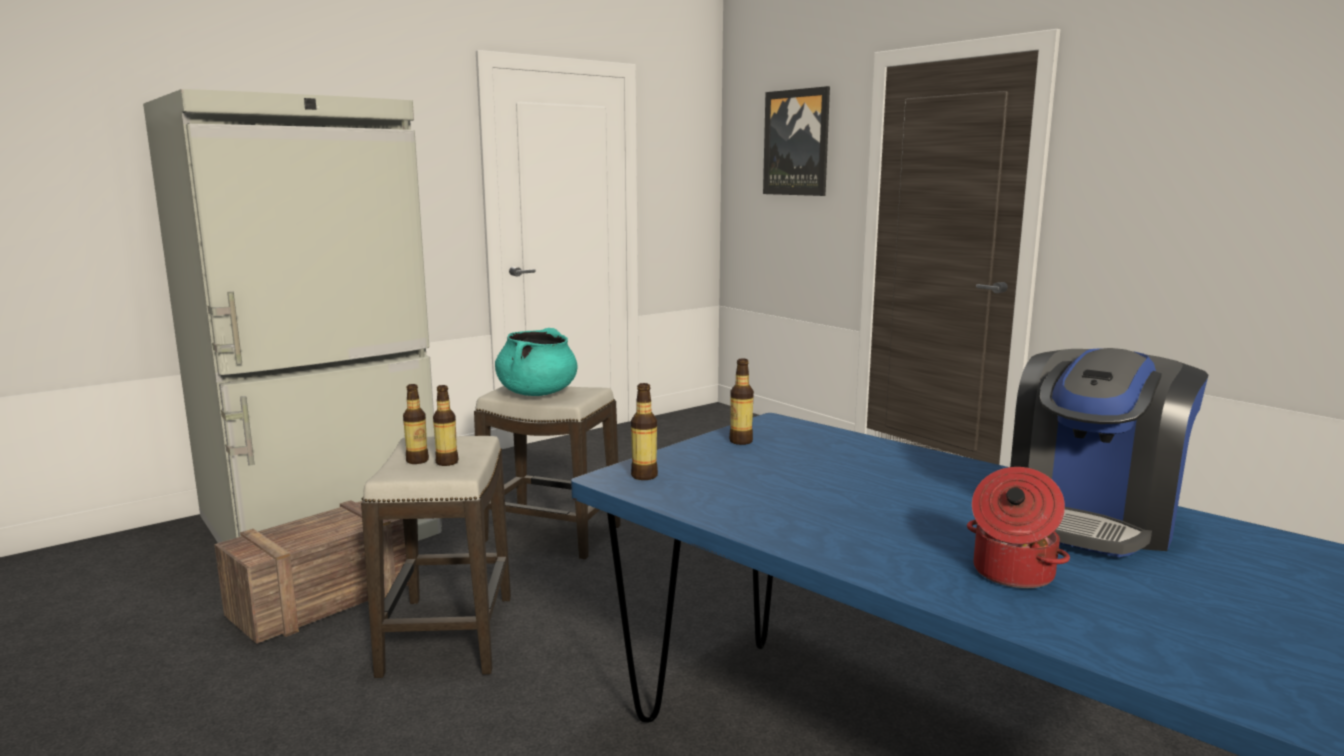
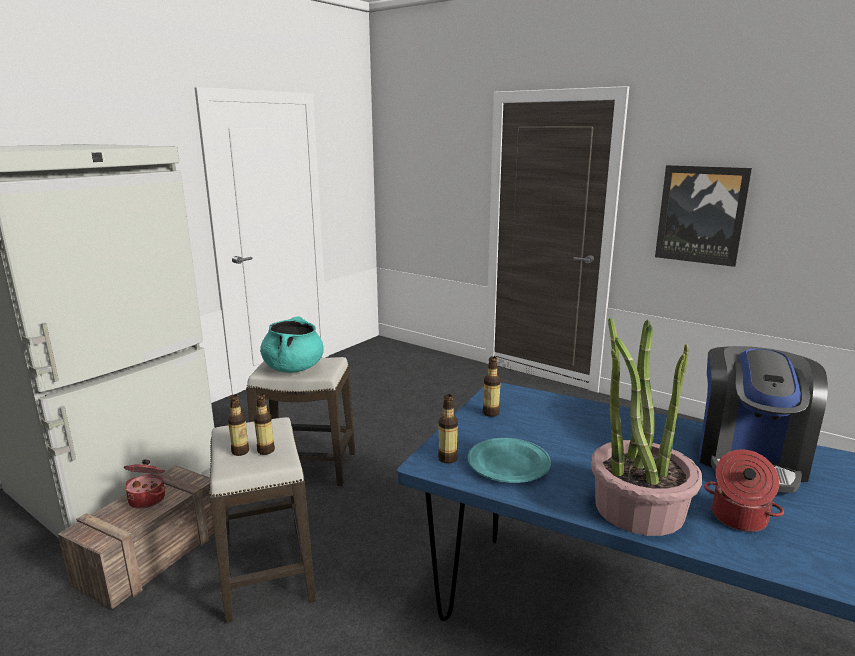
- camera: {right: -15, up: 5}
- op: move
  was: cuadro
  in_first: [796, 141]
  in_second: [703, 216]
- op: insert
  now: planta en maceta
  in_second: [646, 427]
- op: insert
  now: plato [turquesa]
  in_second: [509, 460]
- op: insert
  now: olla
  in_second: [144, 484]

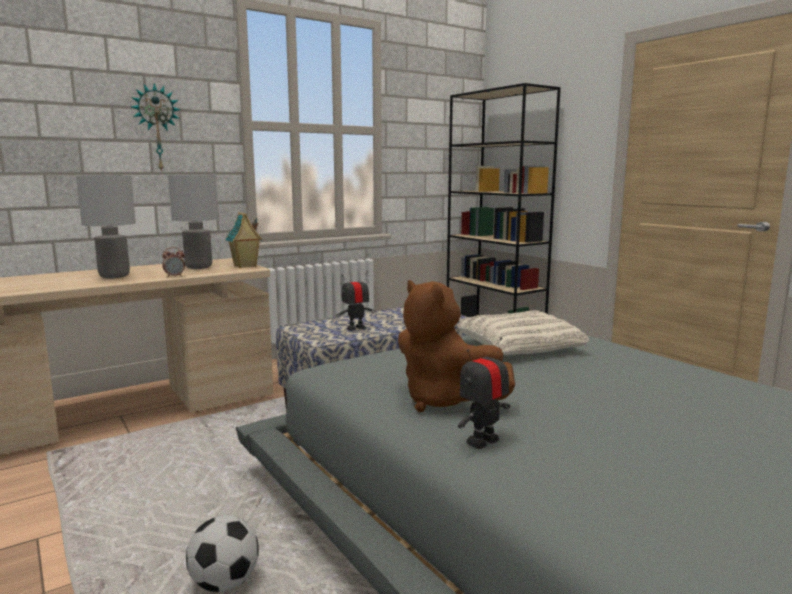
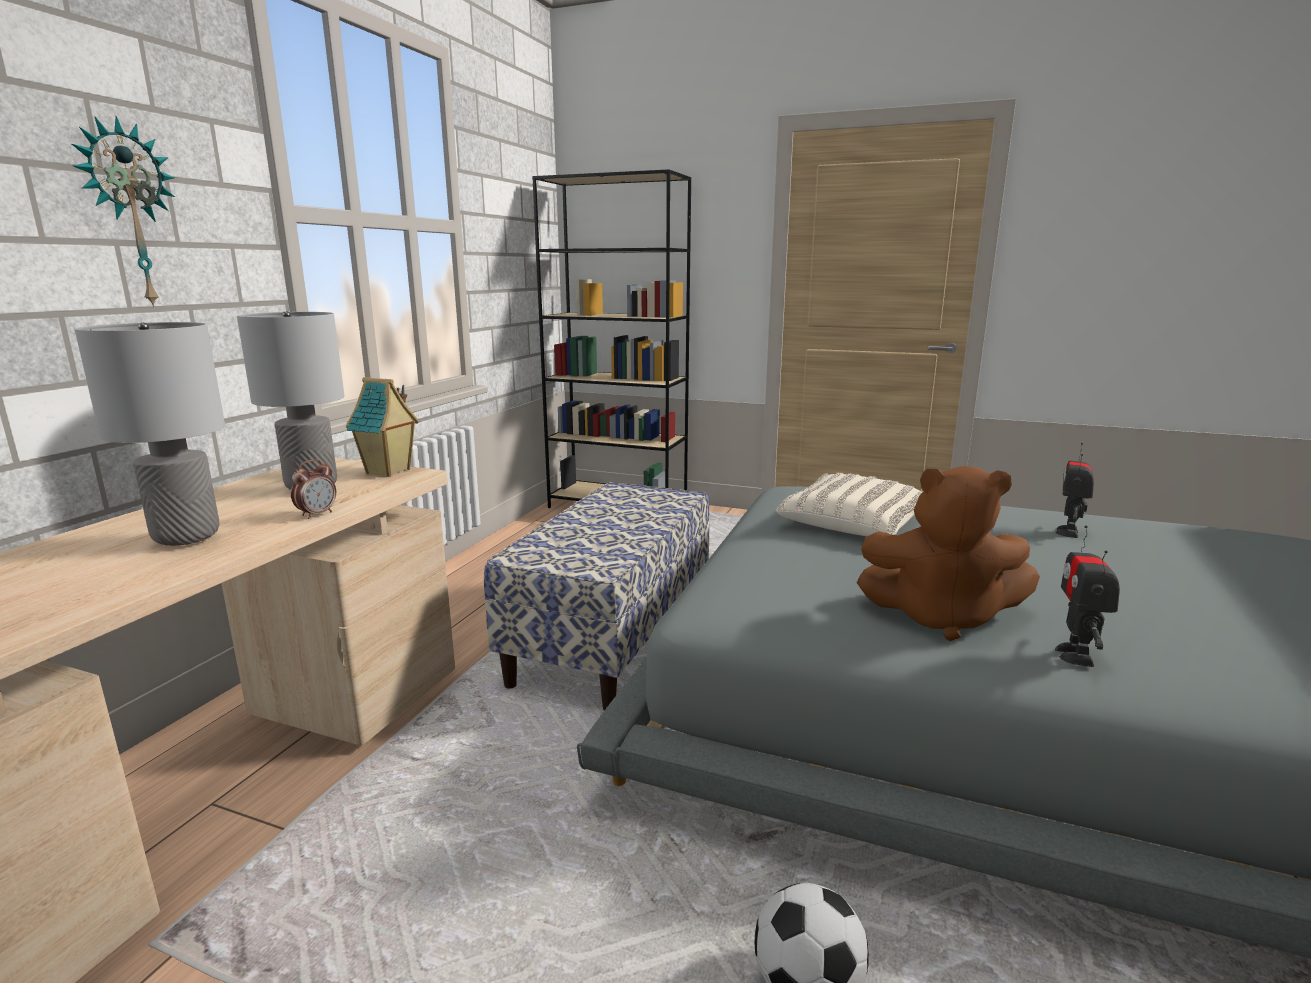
- camera: {right: -35, up: 5}
- op: move
  was: robot de juguete
  in_first: [356, 301]
  in_second: [1075, 490]

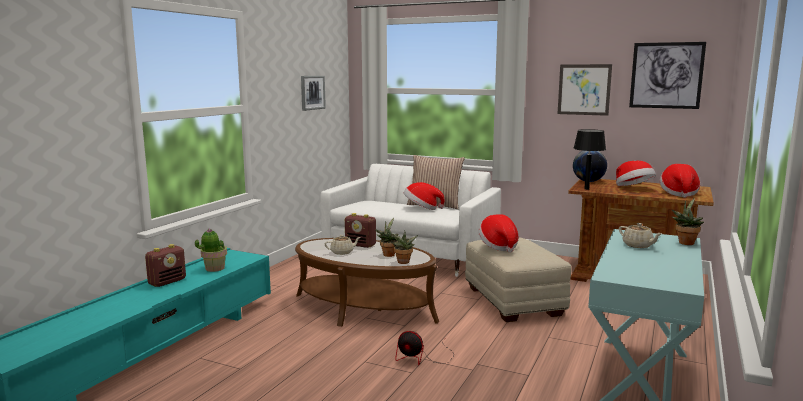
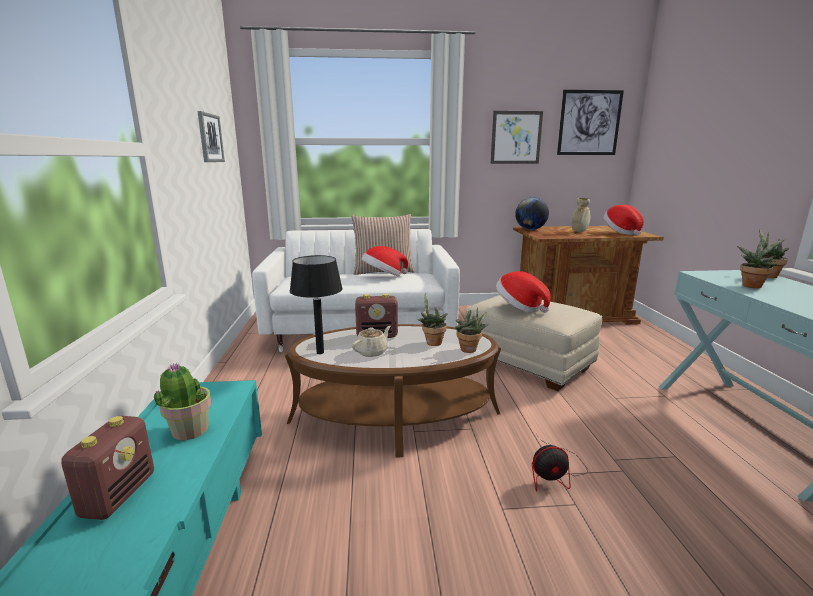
- camera: {right: -30, up: 5}
- op: move
  was: lámpara de mesa [negro]
  in_first: [589, 159]
  in_second: [316, 304]
- op: replace
  was: sombrero
  now: florero [beis]
  in_first: [636, 173]
  in_second: [581, 215]
- op: replace
  was: tetera [beis]
  now: planta en maceta
  in_first: [641, 235]
  in_second: [761, 263]

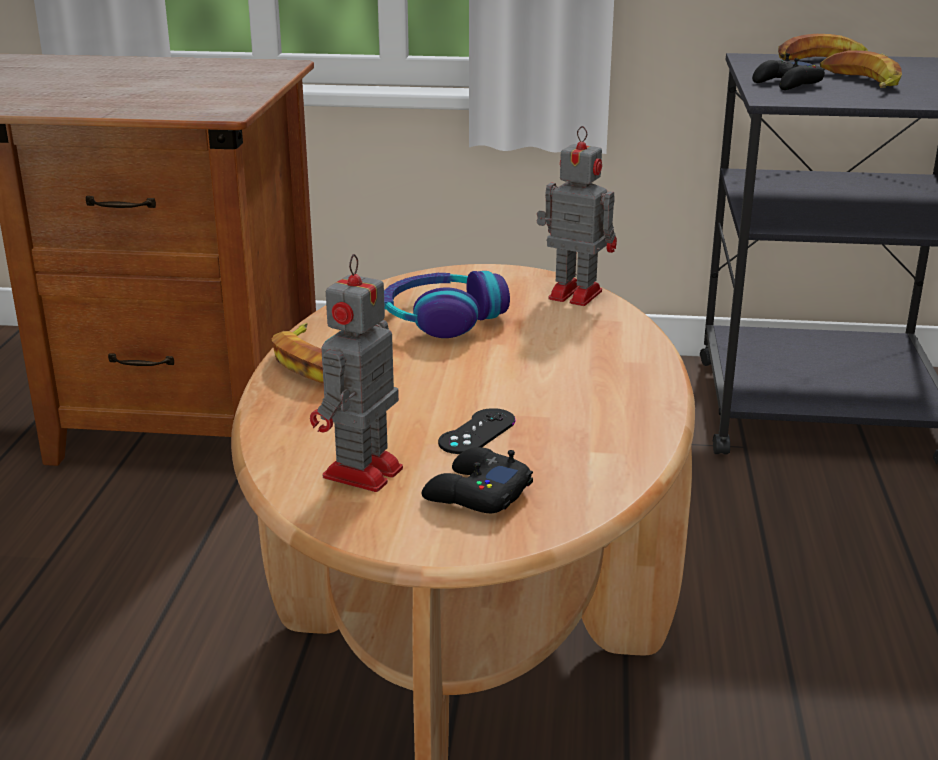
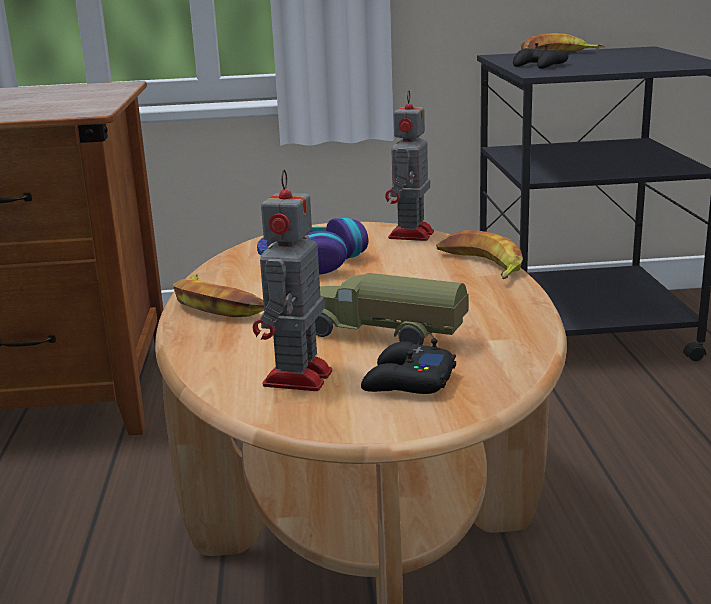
- camera: {right: -10, up: -5}
- op: move
  was: plátano
  in_first: [861, 69]
  in_second: [479, 254]
- op: rotate
  was: robot de juguete
  in_first: [577, 216]
  in_second: [409, 165]
  clockwise: -90
- op: replace
  was: mando de consola [negro]
  now: camión de juguete
  in_first: [477, 431]
  in_second: [391, 309]

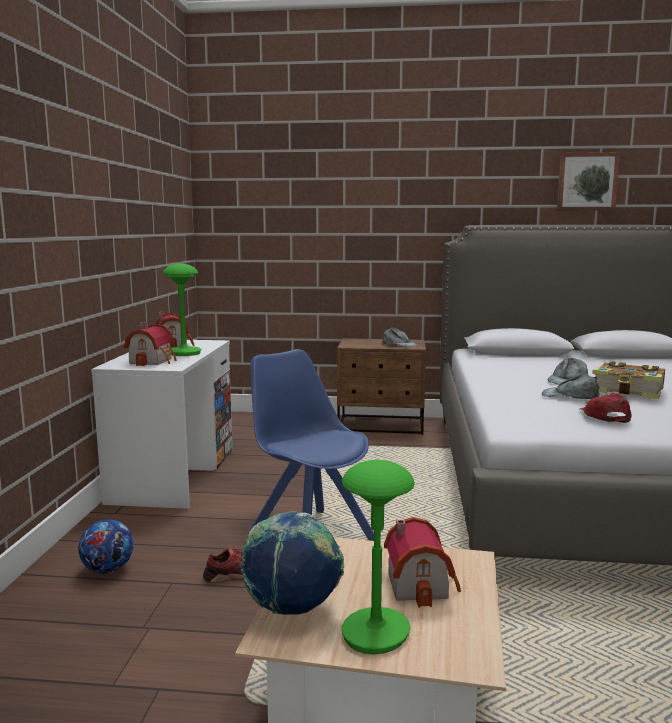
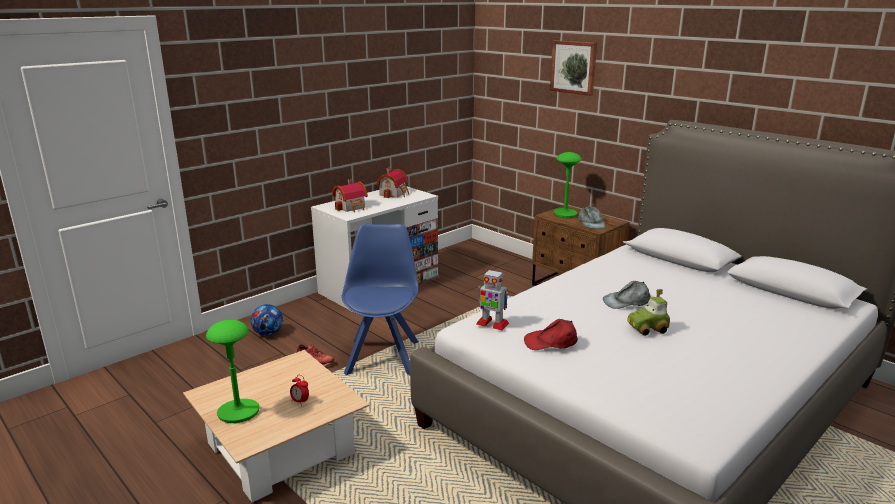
- camera: {right: 40, up: 10}
- op: move
  was: cuadro
  in_first: [588, 181]
  in_second: [573, 68]
- op: move
  was: lámpara de mesa [verde]
  in_first: [181, 310]
  in_second: [568, 185]
- op: replace
  was: libro
  now: coche de juguete
  in_first: [628, 380]
  in_second: [648, 312]
- op: delete
  was: gorra [gris]
  in_first: [571, 386]
- op: rotate
  was: gorra [rojo]
  in_first: [606, 408]
  in_second: [551, 334]
  clockwise: -135
- op: delete
  was: globo terráqueo
  in_first: [292, 563]
- op: replace
  was: casita
  now: despertador
  in_first: [422, 562]
  in_second: [299, 390]
- op: insert
  now: robot de juguete
  in_second: [492, 300]

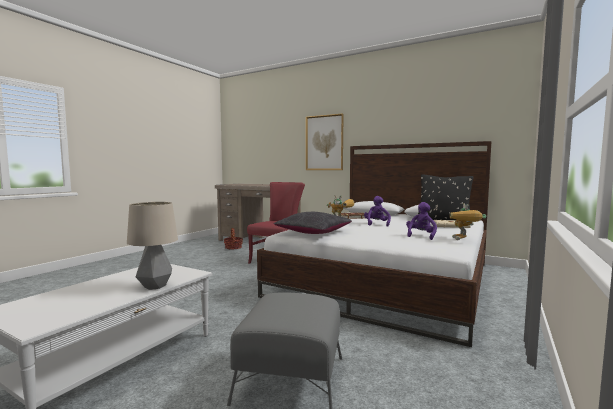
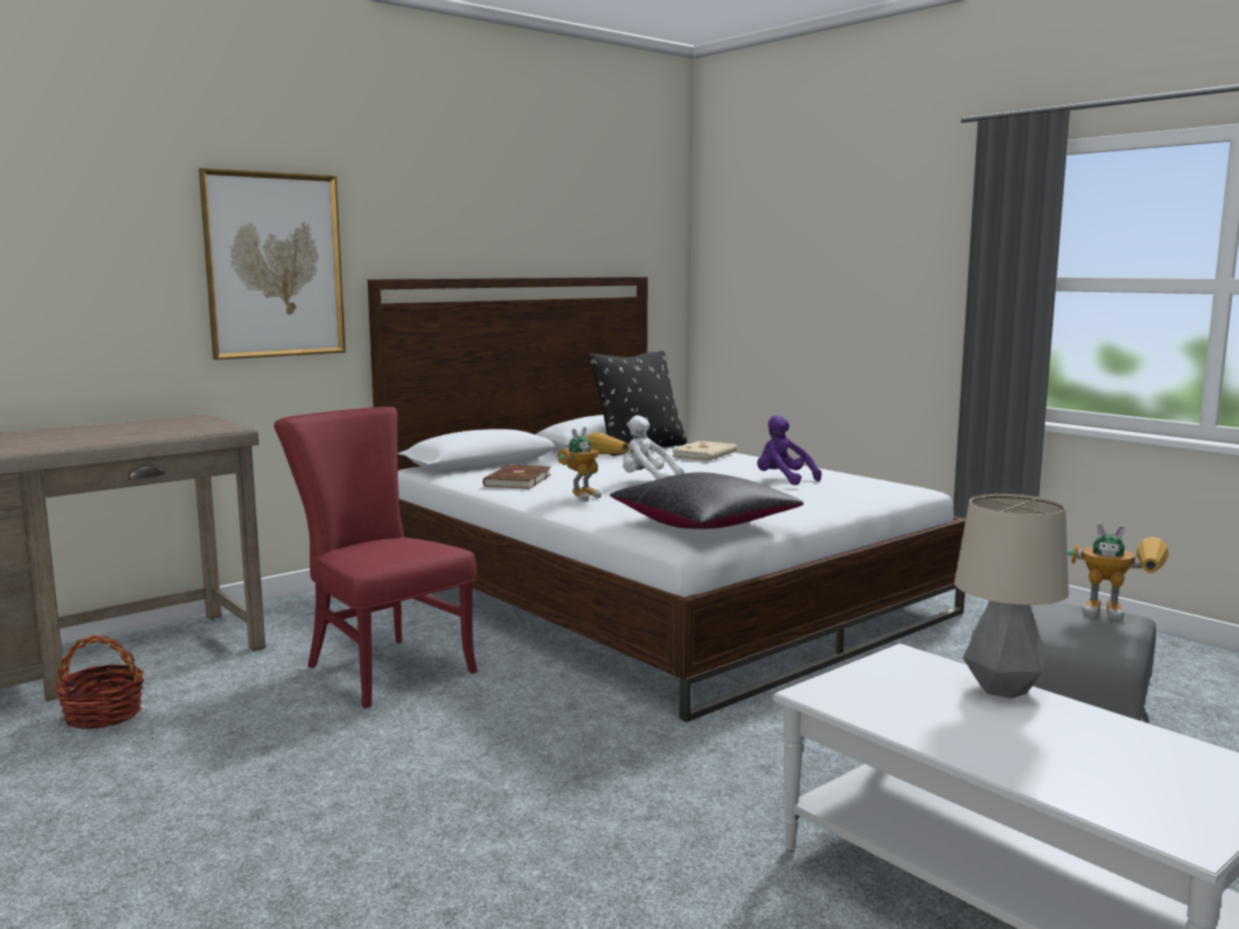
- camera: {right: -70, up: 5}
- op: recolor
  was: peluche [morado]
  now: peluche [blanco]
  in_first: [377, 211]
  in_second: [653, 447]
- op: move
  was: robot de juguete
  in_first: [468, 221]
  in_second: [1118, 571]

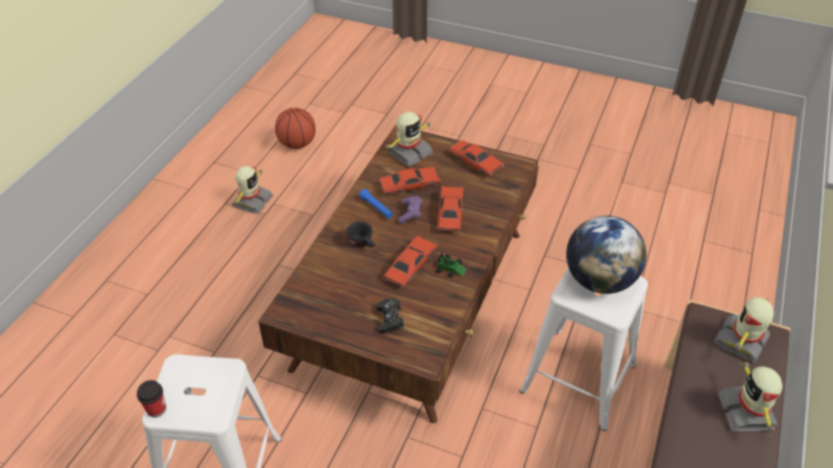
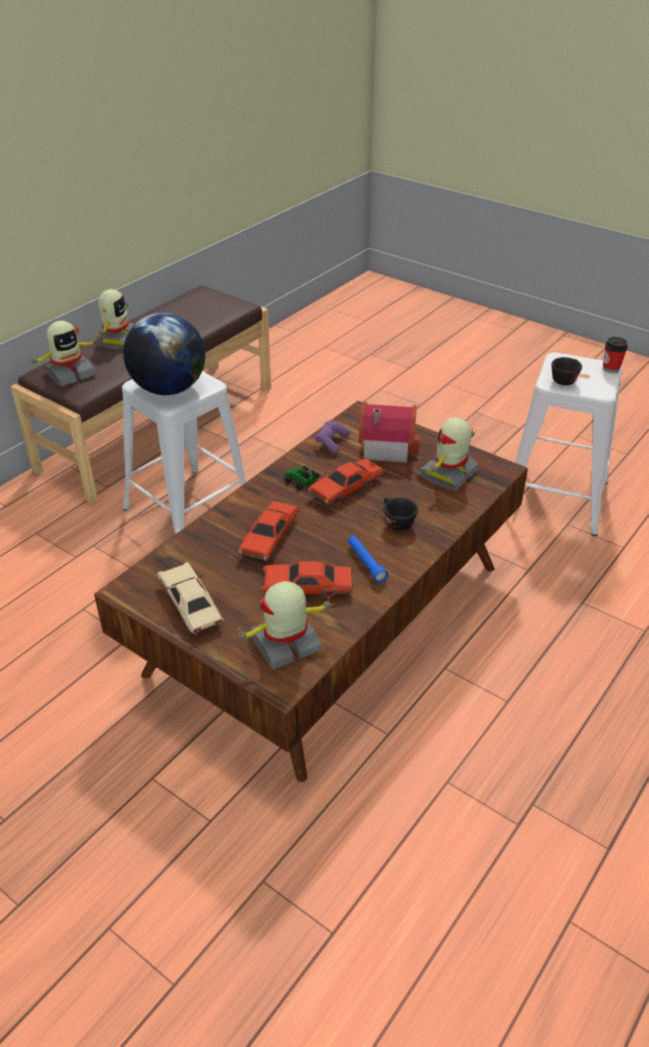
- camera: {right: -165, up: -5}
- op: delete
  was: balón de baloncesto
  in_first: [295, 128]
- op: recolor
  was: coche de juguete [rojo]
  now: coche de juguete [beis]
  in_first: [476, 158]
  in_second: [190, 598]
- op: move
  was: robot de juguete
  in_first: [252, 190]
  in_second: [448, 454]
- op: move
  was: mando de consola [morado]
  in_first: [410, 210]
  in_second: [332, 437]
- op: replace
  was: mando de consola [negro]
  now: casita
  in_first: [390, 316]
  in_second: [389, 432]
- op: insert
  now: taza [negro]
  in_second: [566, 371]

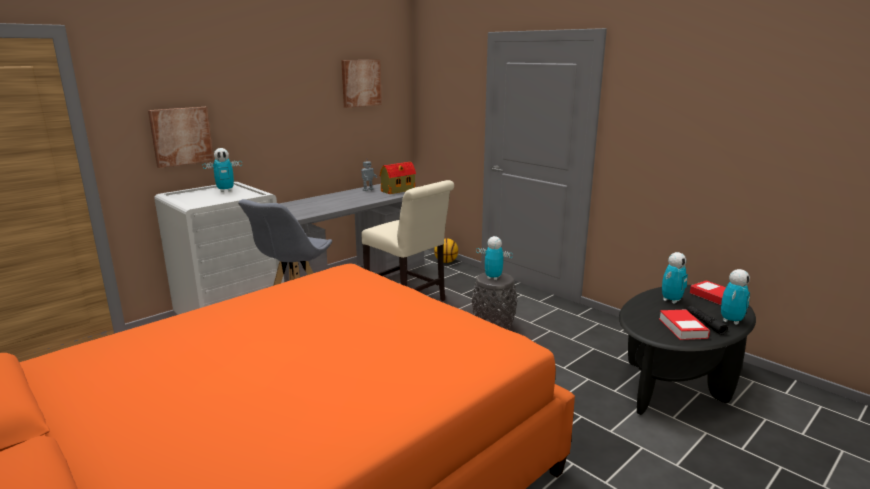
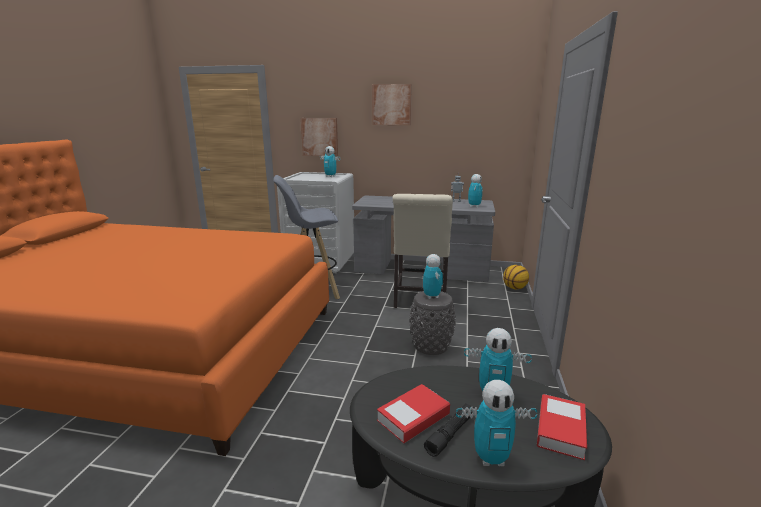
- camera: {right: 55, up: 0}
- op: move
  was: cuadro
  in_first: [361, 84]
  in_second: [392, 104]
- op: replace
  was: casita
  now: robot de juguete
  in_first: [398, 178]
  in_second: [475, 190]

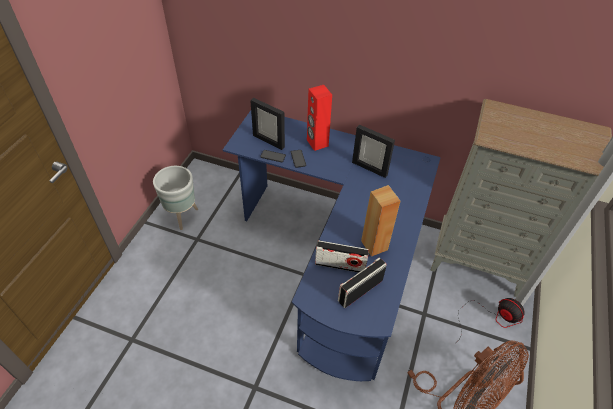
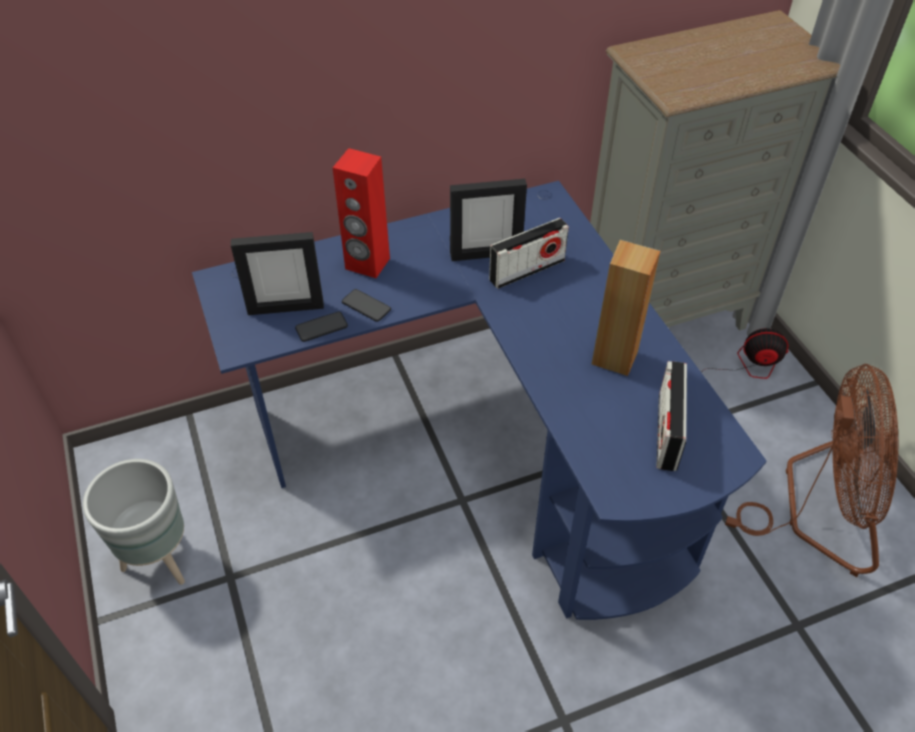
- camera: {right: -40, up: 0}
- op: move
  was: radio
  in_first: [342, 256]
  in_second: [529, 253]

